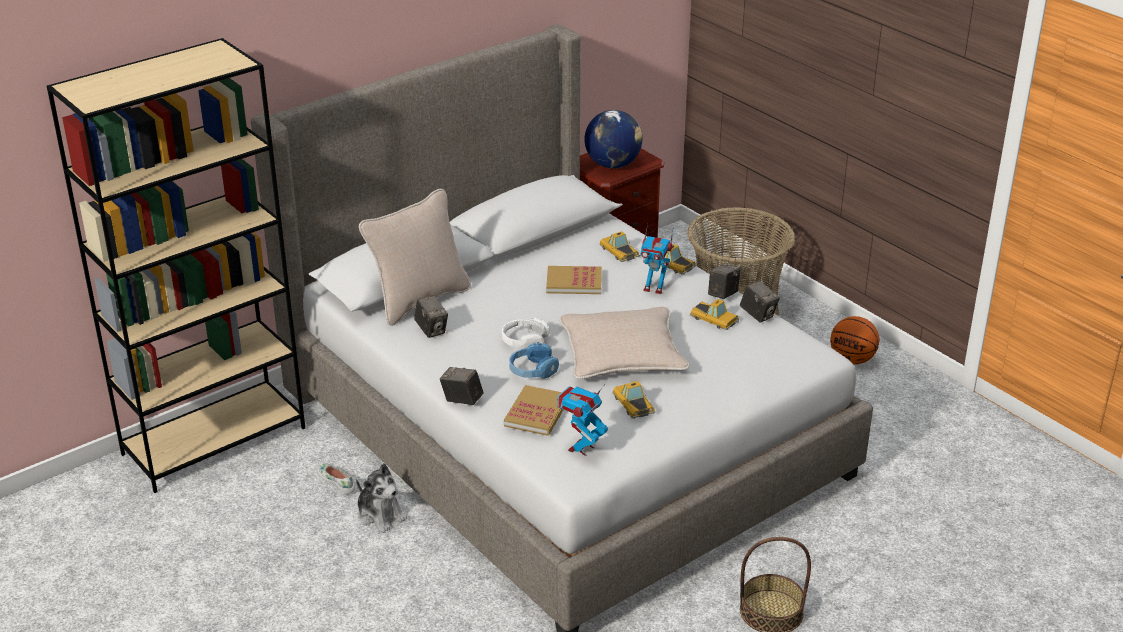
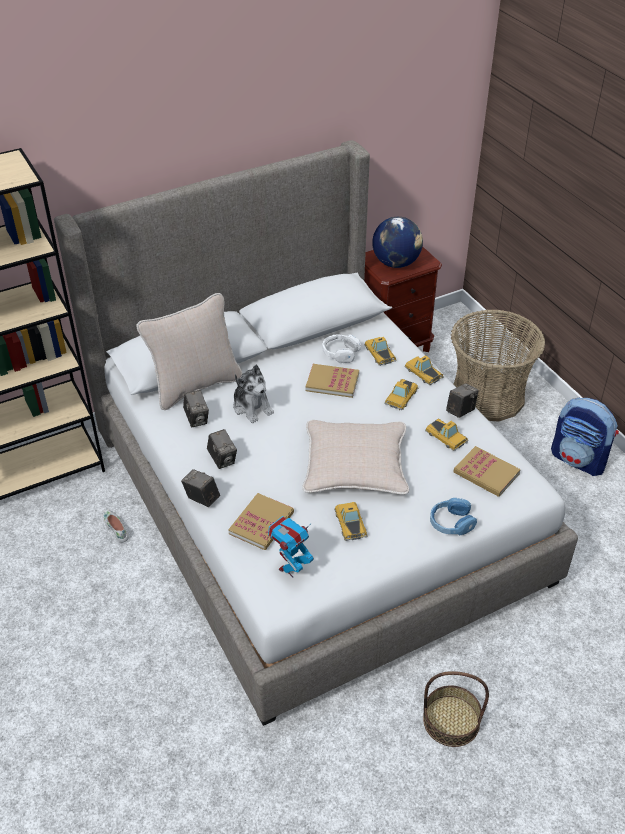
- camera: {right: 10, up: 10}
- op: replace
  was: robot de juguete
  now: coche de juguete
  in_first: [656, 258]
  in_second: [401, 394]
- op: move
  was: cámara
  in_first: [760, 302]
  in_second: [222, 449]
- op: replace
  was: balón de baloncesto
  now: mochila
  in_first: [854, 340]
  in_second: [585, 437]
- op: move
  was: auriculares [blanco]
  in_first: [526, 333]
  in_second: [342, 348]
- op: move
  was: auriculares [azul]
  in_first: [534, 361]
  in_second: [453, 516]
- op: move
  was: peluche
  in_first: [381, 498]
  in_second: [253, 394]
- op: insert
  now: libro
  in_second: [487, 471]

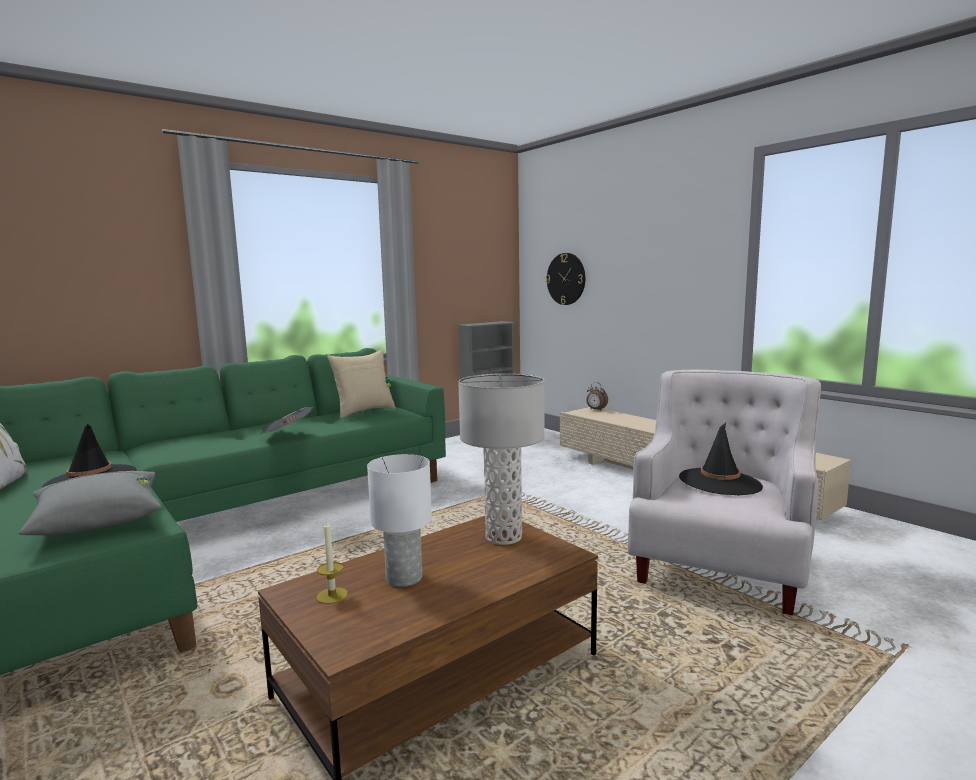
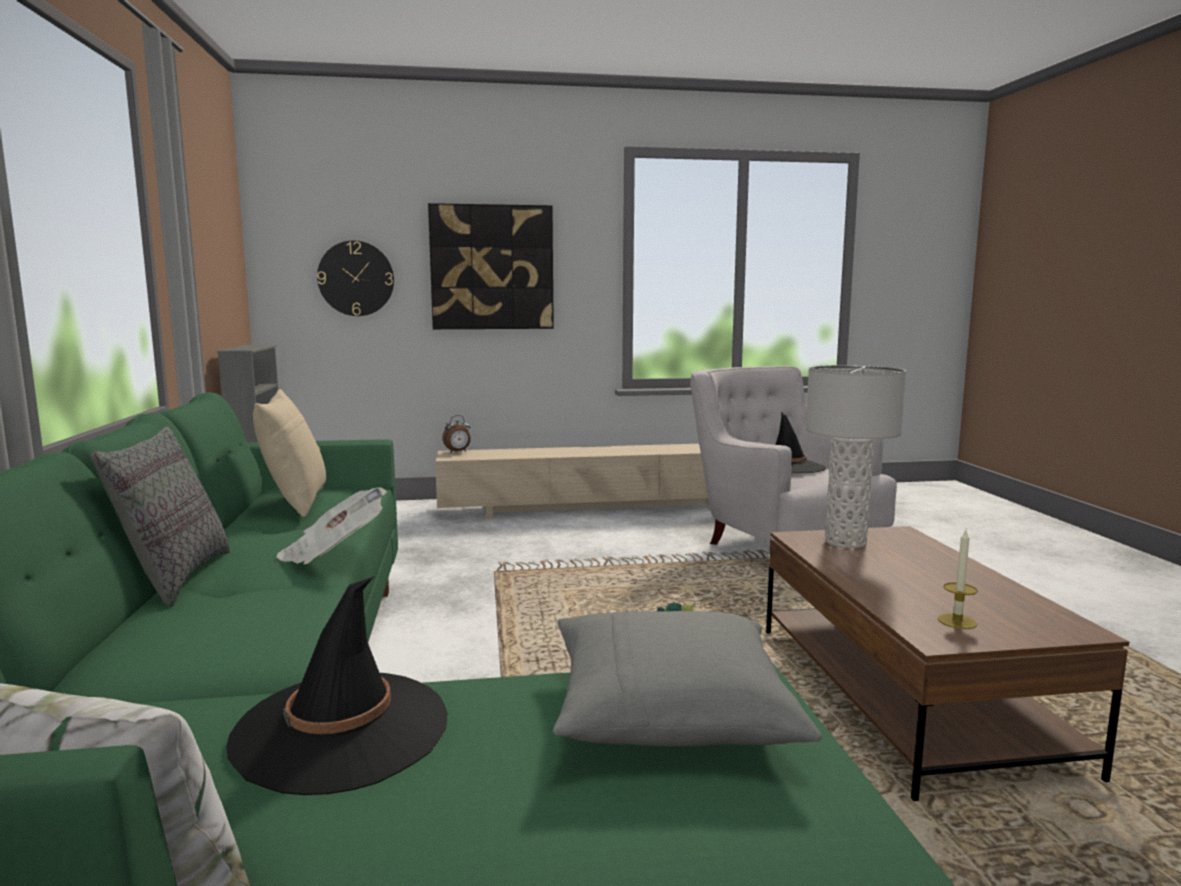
- camera: {right: -60, up: 0}
- op: delete
  was: lámpara de mesa [blanco]
  in_first: [399, 520]
- op: insert
  now: cuadro
  in_second: [491, 266]
- op: insert
  now: cojín [gris]
  in_second: [160, 517]

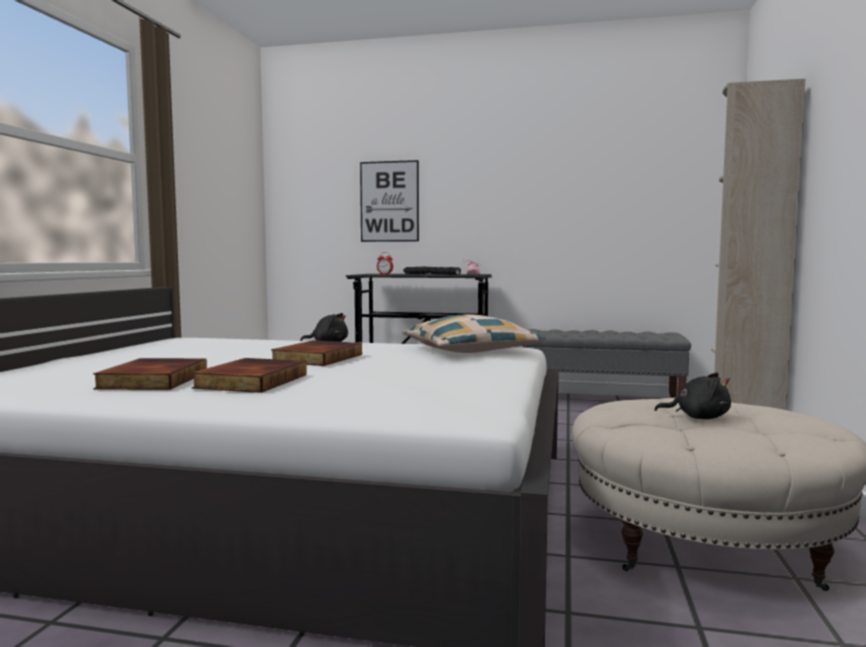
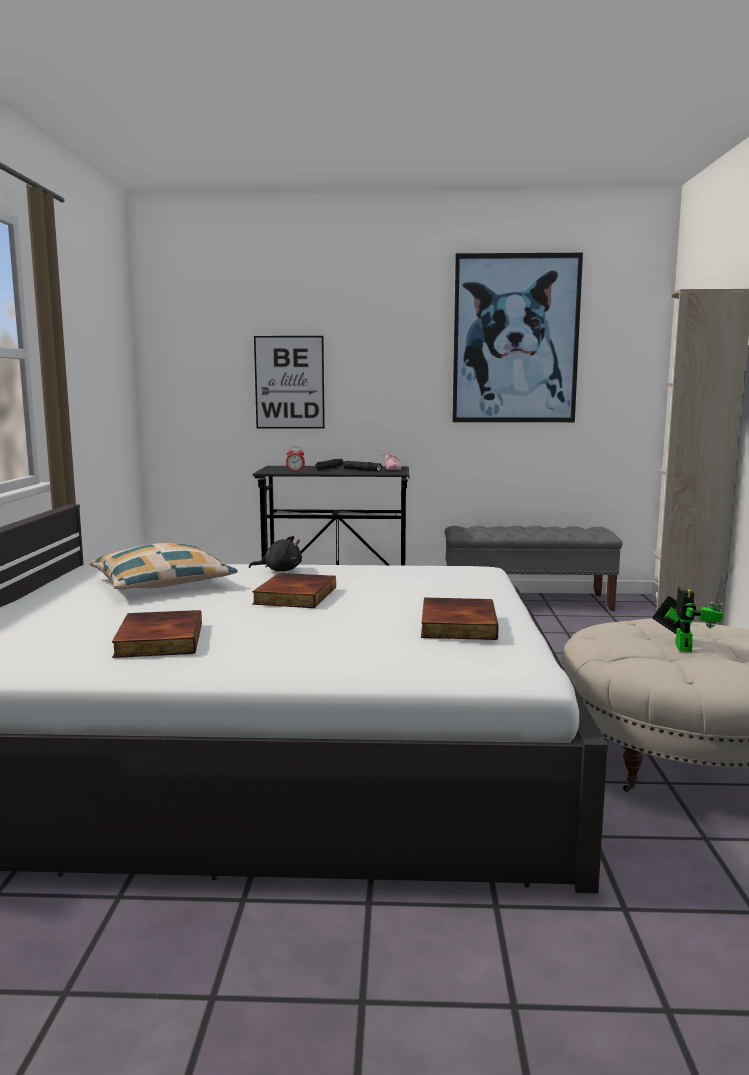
- camera: {right: -10, up: 5}
- op: move
  was: cojín
  in_first: [474, 333]
  in_second: [163, 566]
- op: move
  was: libro
  in_first: [249, 375]
  in_second: [460, 618]
- op: replace
  was: peluche [negro]
  now: robot de juguete
  in_first: [693, 395]
  in_second: [690, 612]
- op: insert
  now: cuadro
  in_second: [517, 337]

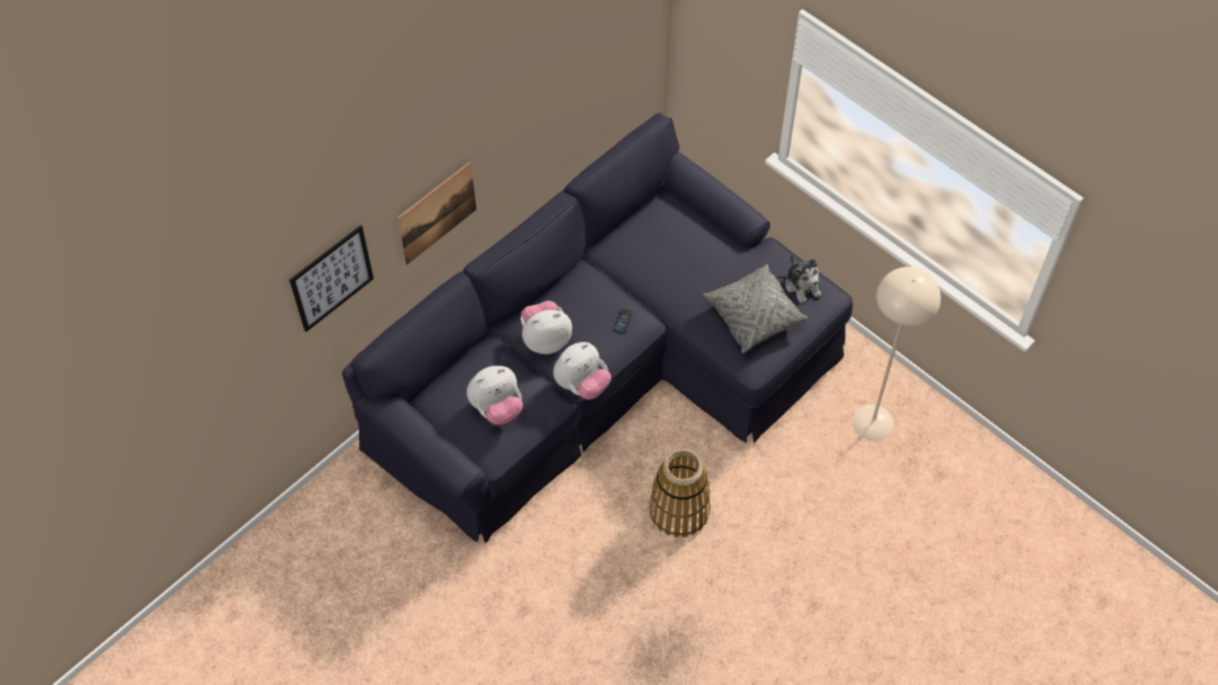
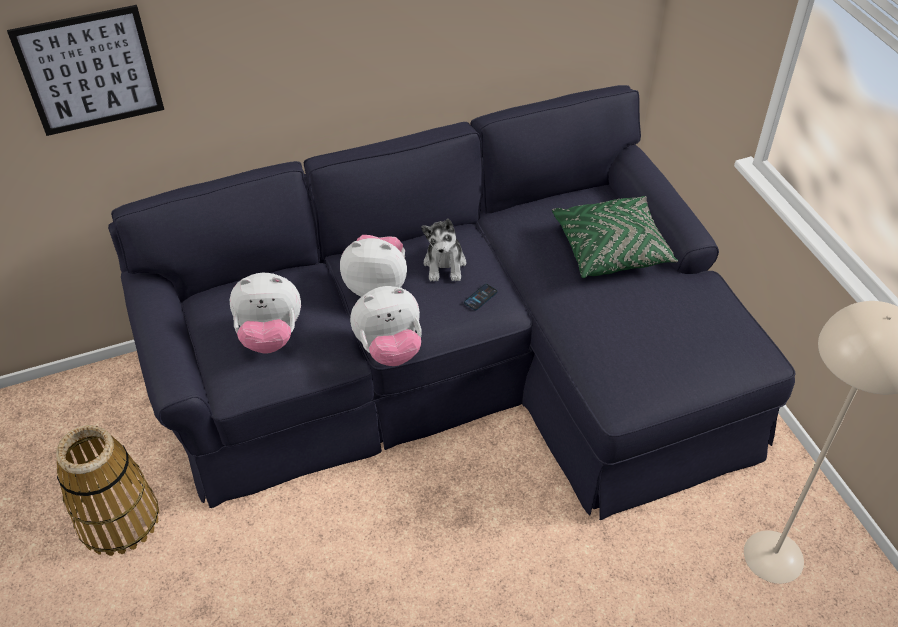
- camera: {right: 25, up: -10}
- op: delete
  was: cuadro
  in_first: [436, 213]
- op: move
  was: peluche
  in_first: [803, 279]
  in_second: [443, 250]
- op: delete
  was: cojín [gris]
  in_first: [755, 308]
- op: move
  was: cesta
  in_first: [680, 493]
  in_second: [108, 490]
- op: insert
  now: cojín [verde]
  in_second: [615, 237]

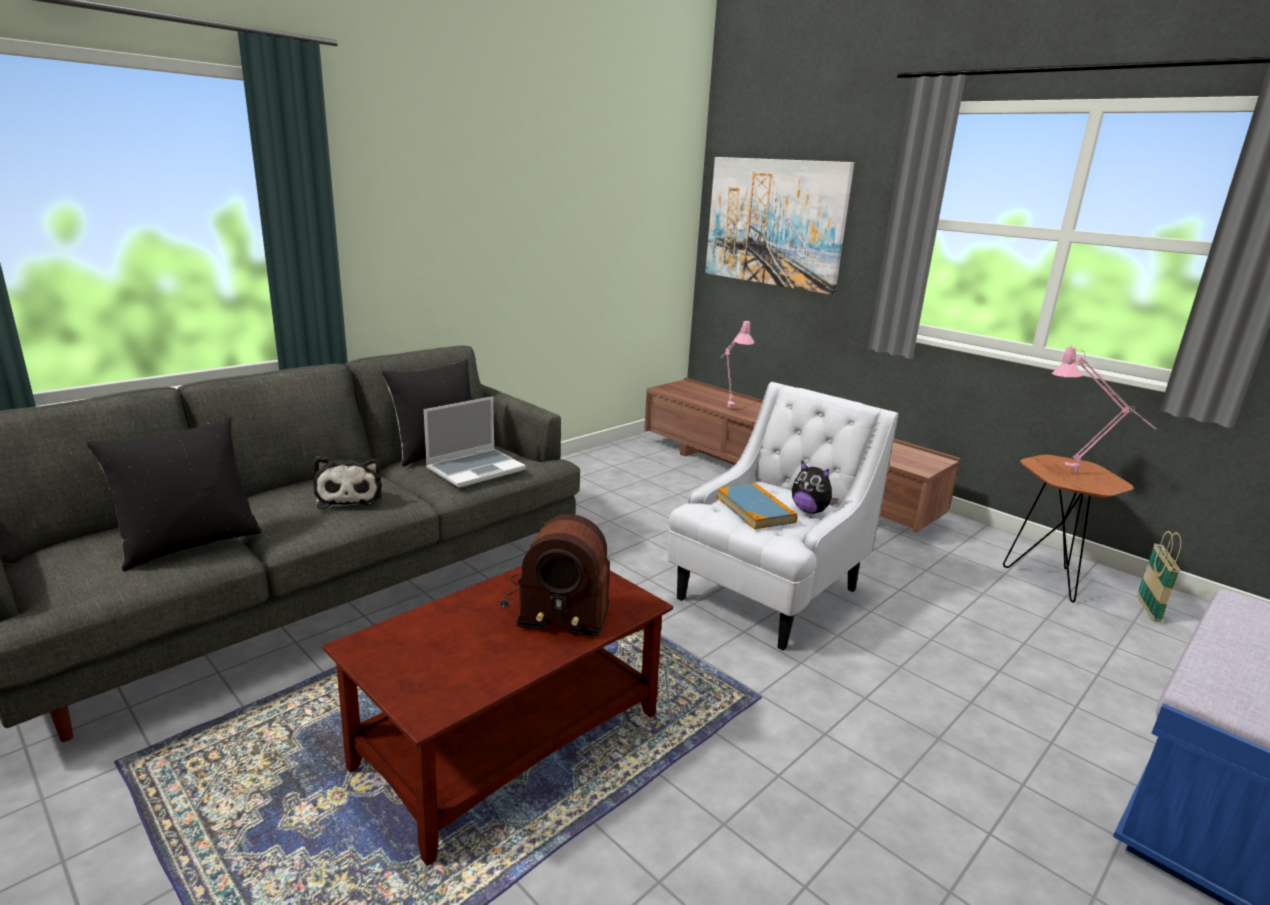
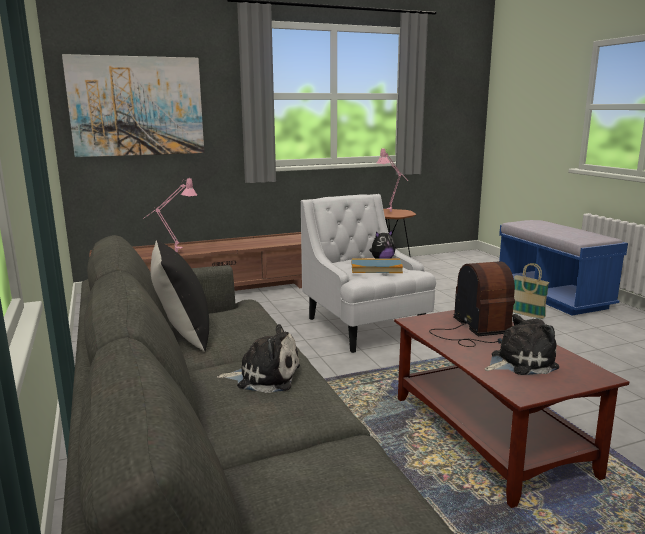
- camera: {right: -65, up: -5}
- op: delete
  was: portátil
  in_first: [475, 442]
- op: delete
  was: cojín [negro]
  in_first: [174, 494]
- op: rotate
  was: radio
  in_first: [555, 575]
  in_second: [472, 304]
  clockwise: -45
- op: move
  was: cesta
  in_first: [1159, 576]
  in_second: [531, 291]
- op: insert
  now: peluche
  in_second: [522, 344]

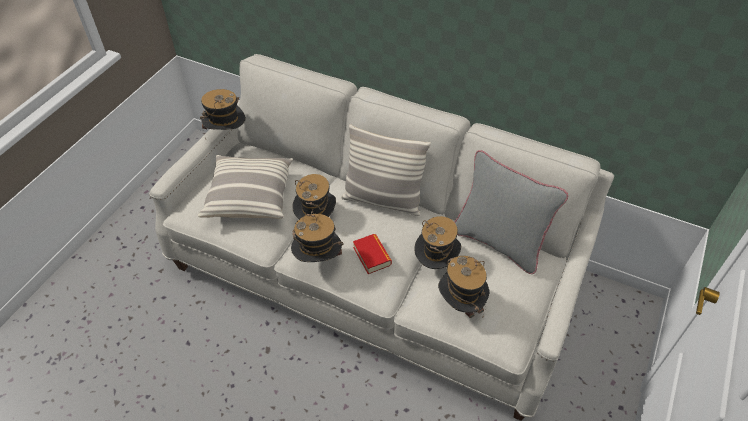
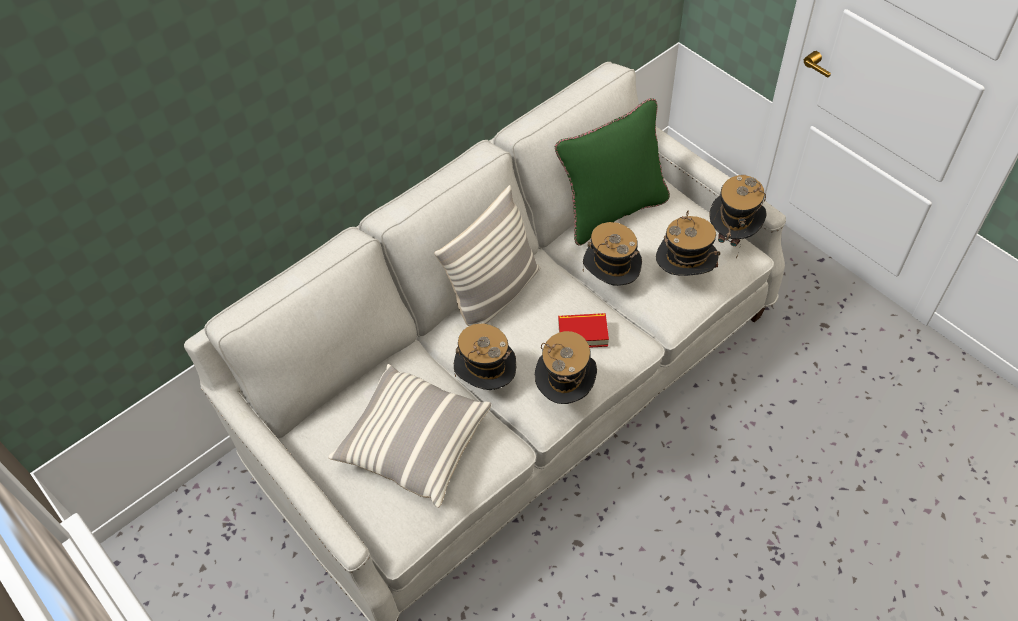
- camera: {right: -65, up: 5}
- op: move
  was: sombrero
  in_first: [223, 114]
  in_second: [738, 216]
- op: recolor
  was: cojín [gris]
  now: cojín [verde]
  in_first: [511, 212]
  in_second: [612, 171]

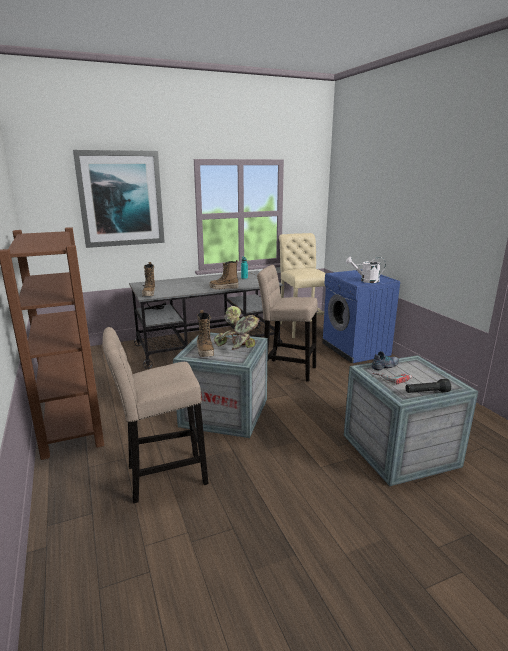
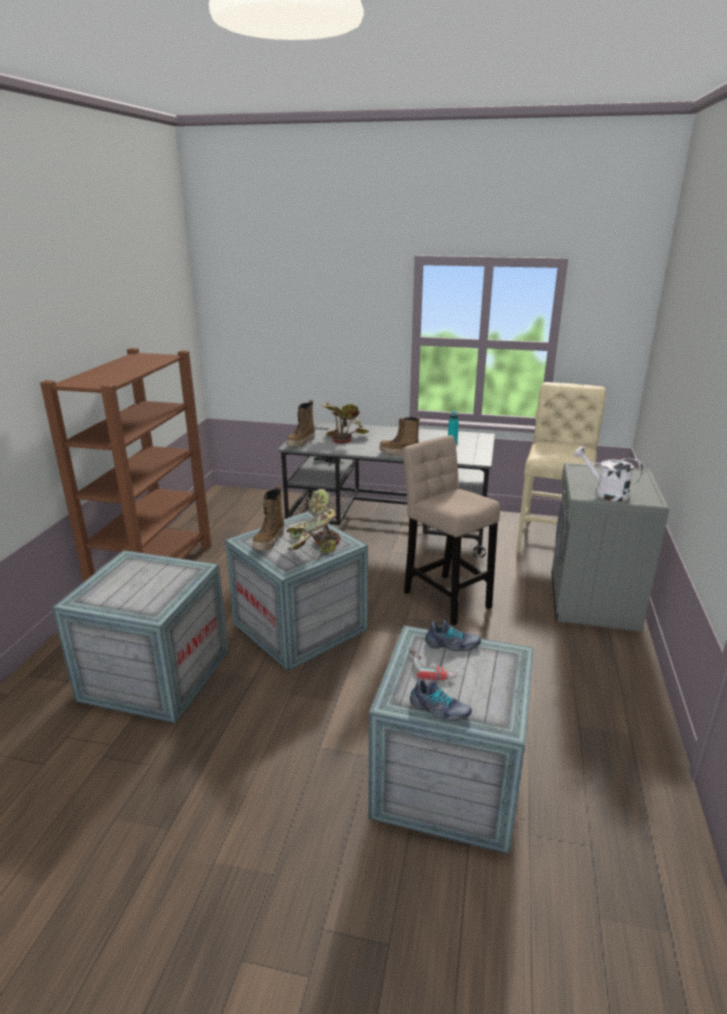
- camera: {right: 35, up: 5}
- op: delete
  was: cuadro
  in_first: [119, 199]
- op: recolor
  was: lavadora [azul]
  now: lavadora [gris]
  in_first: [361, 316]
  in_second: [610, 547]
- op: replace
  was: taburete [beis]
  now: caja de embalaje
  in_first: [155, 415]
  in_second: [140, 636]
- op: replace
  was: linterna [negro]
  now: zapato
  in_first: [428, 386]
  in_second: [441, 699]
- op: insert
  now: planta en maceta
  in_second: [345, 423]

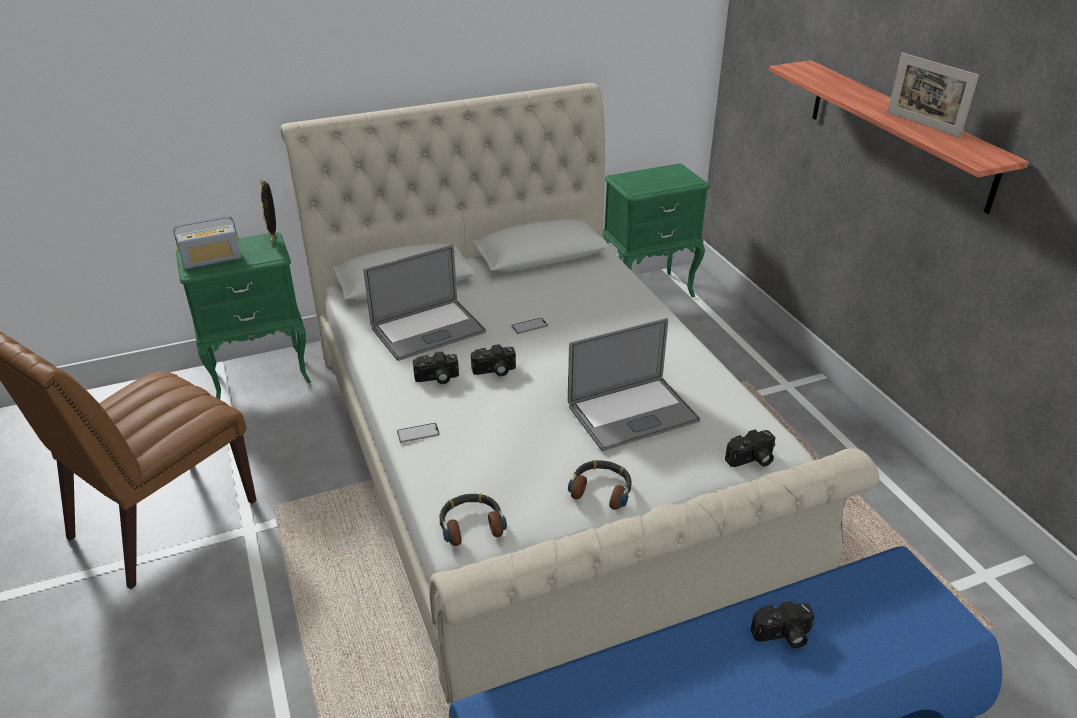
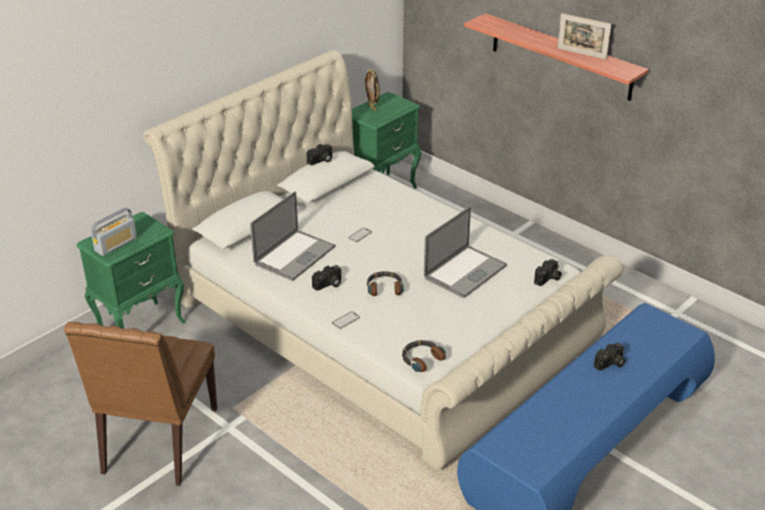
- camera: {right: -25, up: 0}
- op: move
  was: portarretratos
  in_first: [268, 212]
  in_second: [372, 90]
- op: move
  was: cámara
  in_first: [493, 360]
  in_second: [320, 154]
- op: move
  was: auriculares
  in_first: [600, 485]
  in_second: [385, 283]

